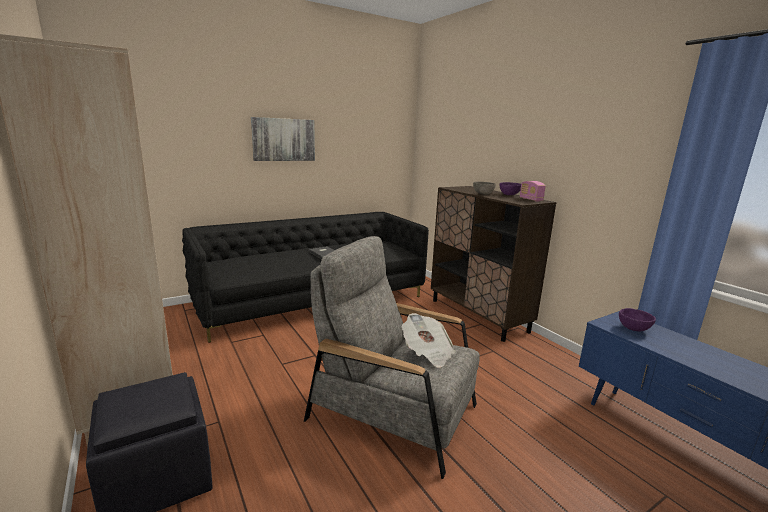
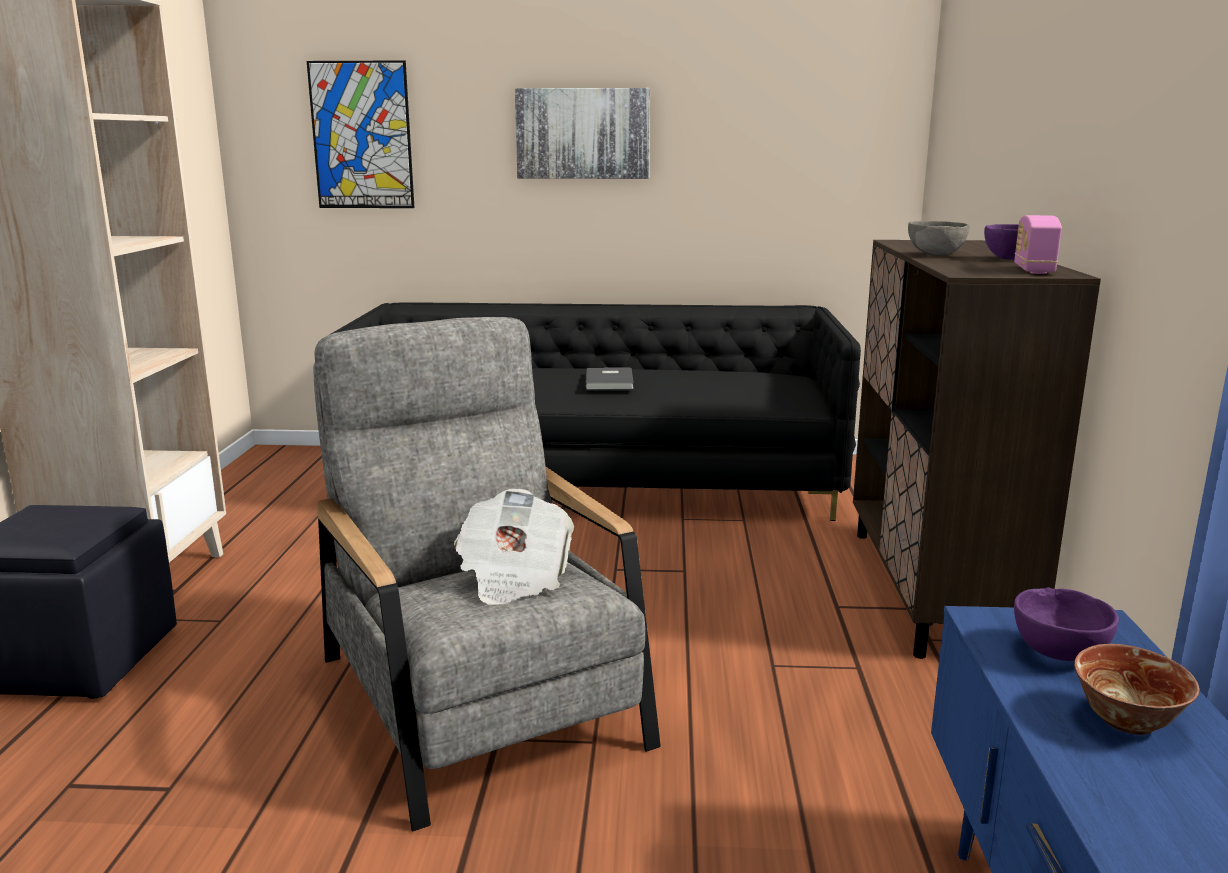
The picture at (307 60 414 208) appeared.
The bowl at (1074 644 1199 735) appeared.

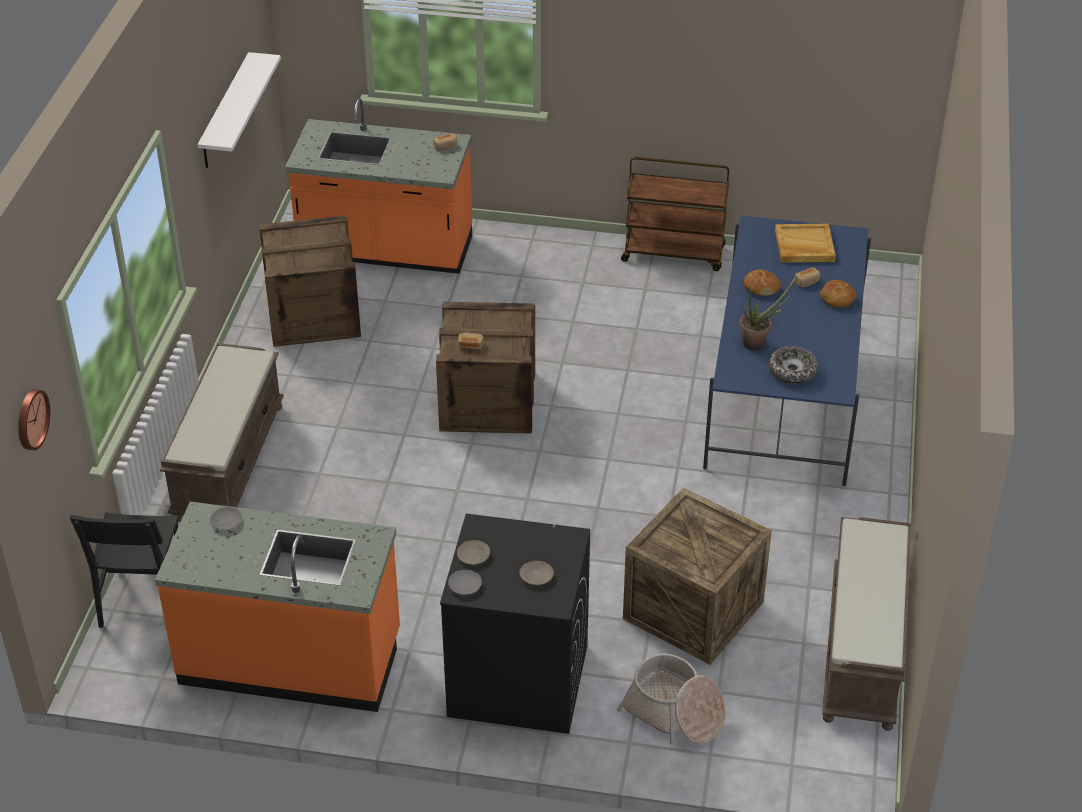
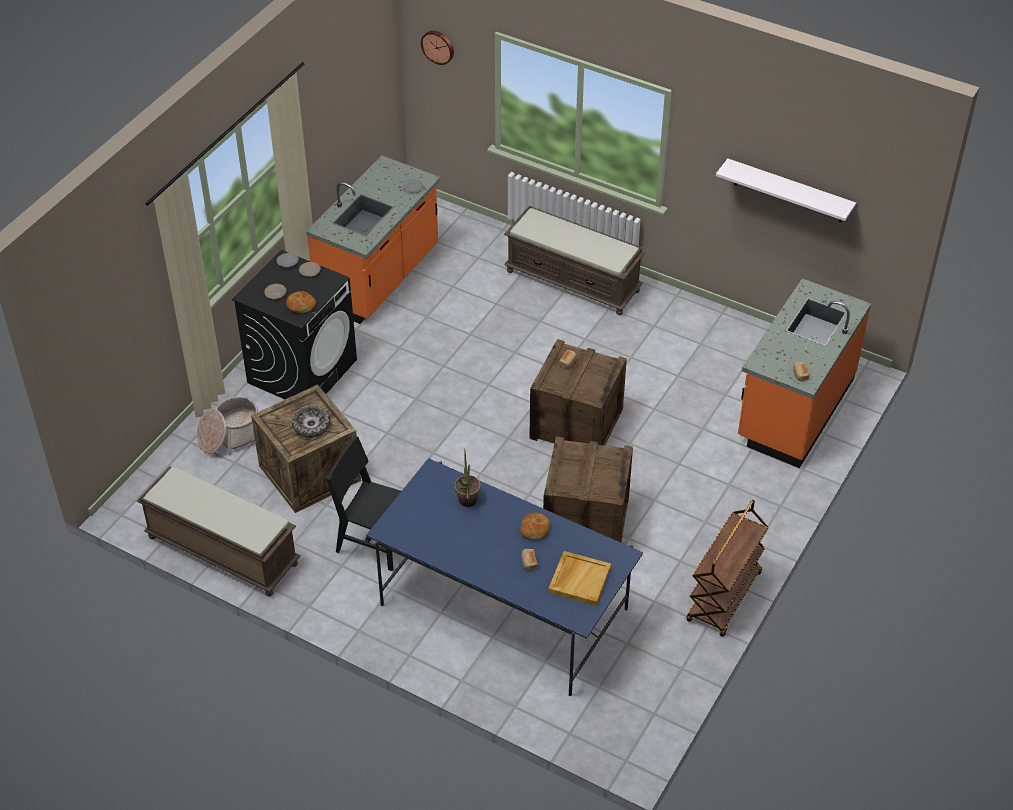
The crate moved from (259 216 361 347) to (543 437 633 542).
The bread moved from (820 280 856 308) to (286 291 316 313).
The bowl moved from (768 346 818 384) to (292 405 331 438).
The black chair moved from (70 512 179 628) to (326 436 401 571).

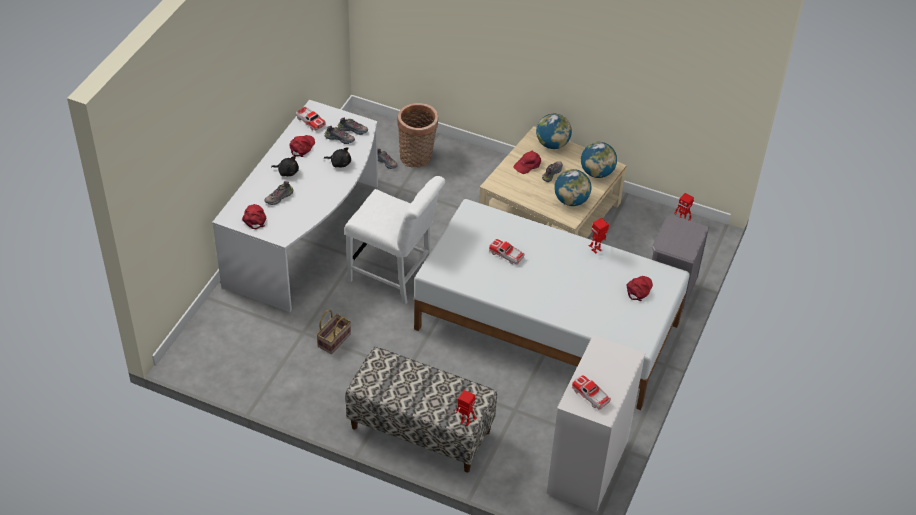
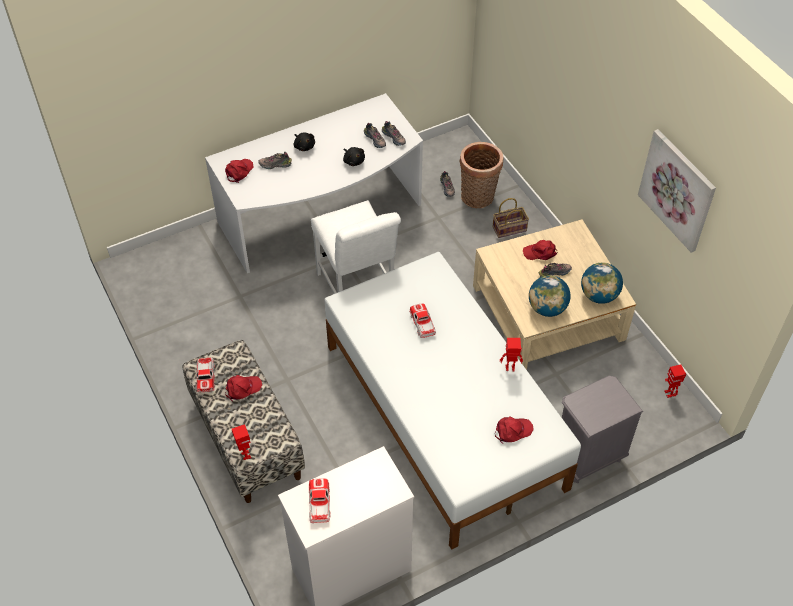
The toy car moved from (295 106 326 131) to (196 357 215 392).
The globe at (536 114 572 149) disappeared.
The red cap moved from (290 135 315 157) to (225 375 262 401).
The basket moved from (316 310 351 354) to (492 198 529 238).
The picture at (638 129 716 253) appeared.

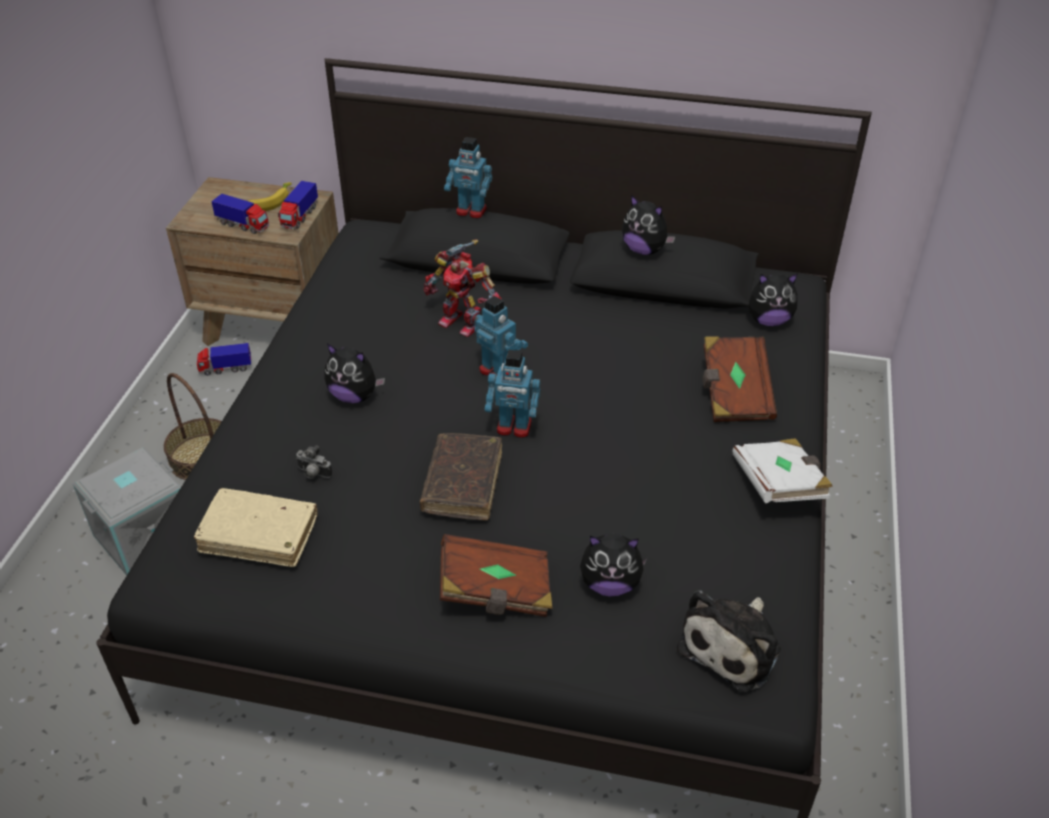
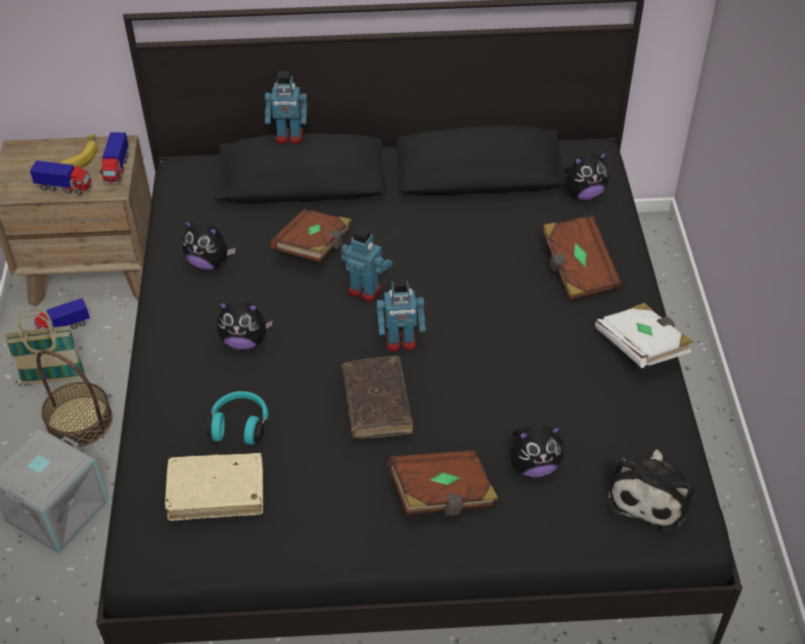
The plush toy moved from (622 195 676 255) to (182 219 236 270).
The toy robot at (423 240 502 337) was replaced by the brown book at (271 209 352 262).
The photo camera at (296 445 333 479) was replaced by the turquoise headphones at (206 391 268 445).
The basket at (4 309 86 385) appeared.

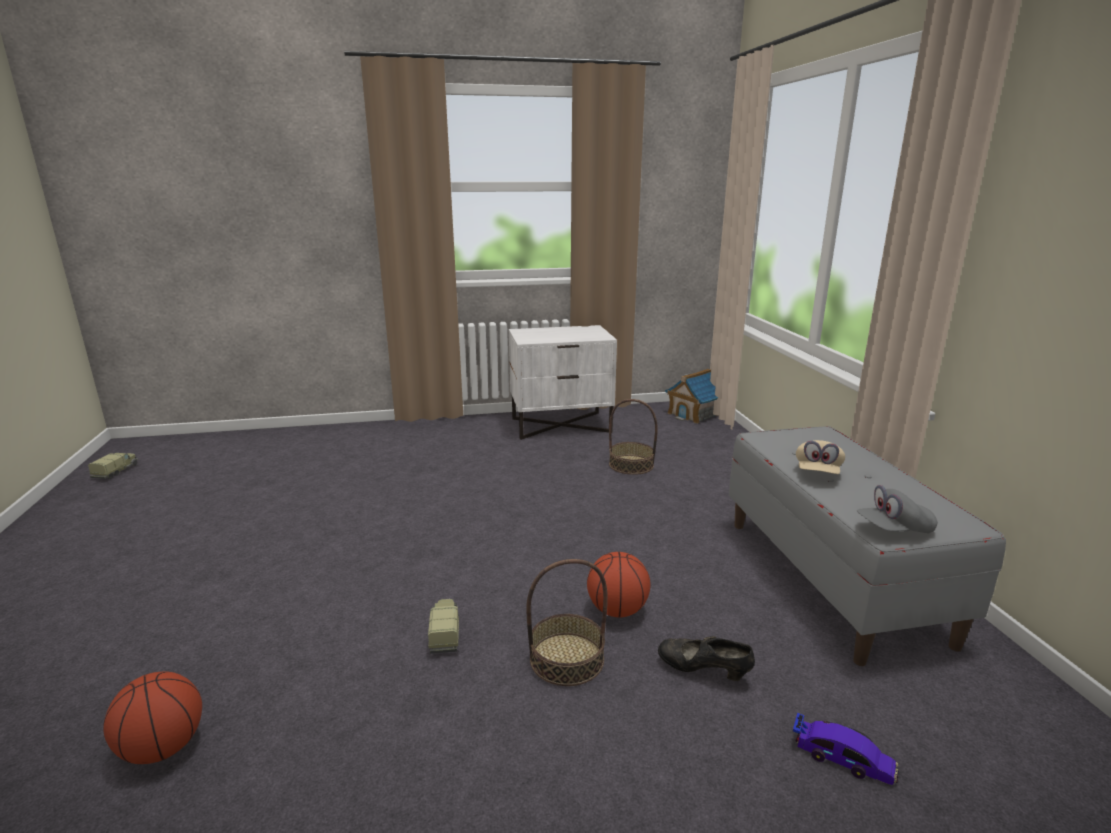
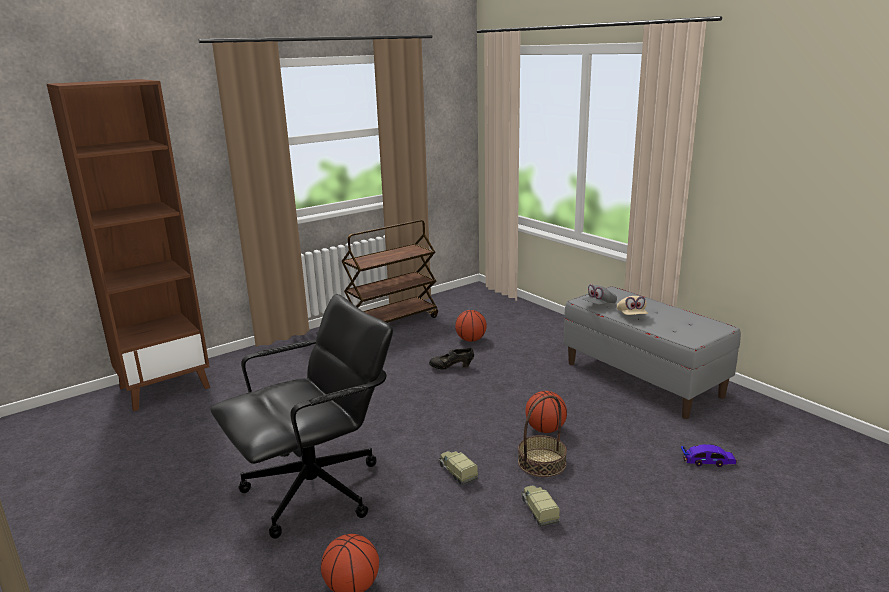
The white nightstand at (509 325 617 440) was replaced by the brown cart at (341 220 438 323).
The toy house at (665 368 718 424) disappeared.
The basket at (609 399 658 475) was replaced by the basketball at (455 310 487 342).
The toy truck moved from (88 453 138 479) to (521 485 560 527).
The grey cap moved from (857 485 938 533) to (583 284 617 305).
The black shoe moved from (658 636 755 681) to (429 348 474 369).
The brown bookcase at (47 79 210 411) appeared.
The black office chair at (210 294 393 539) appeared.

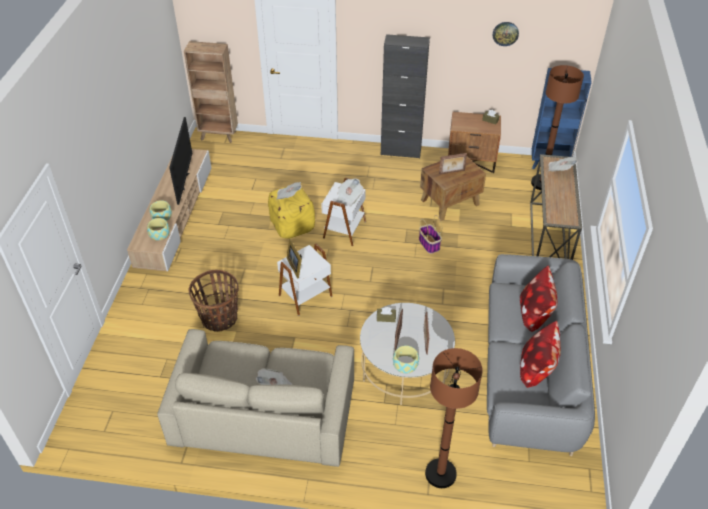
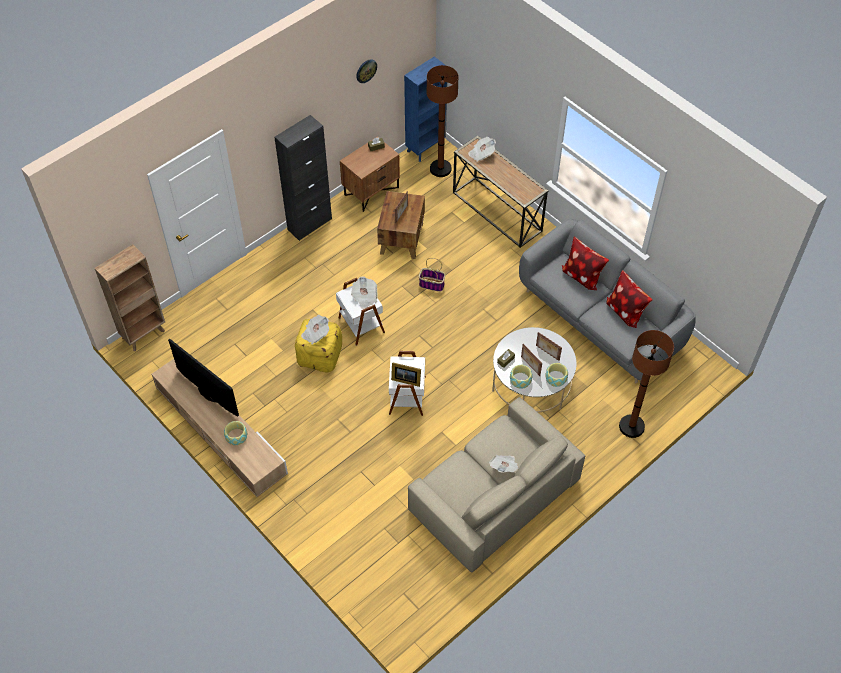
The bowl moved from (147 218 170 240) to (510 365 533 389).
The basket at (189 270 239 332) disappeared.

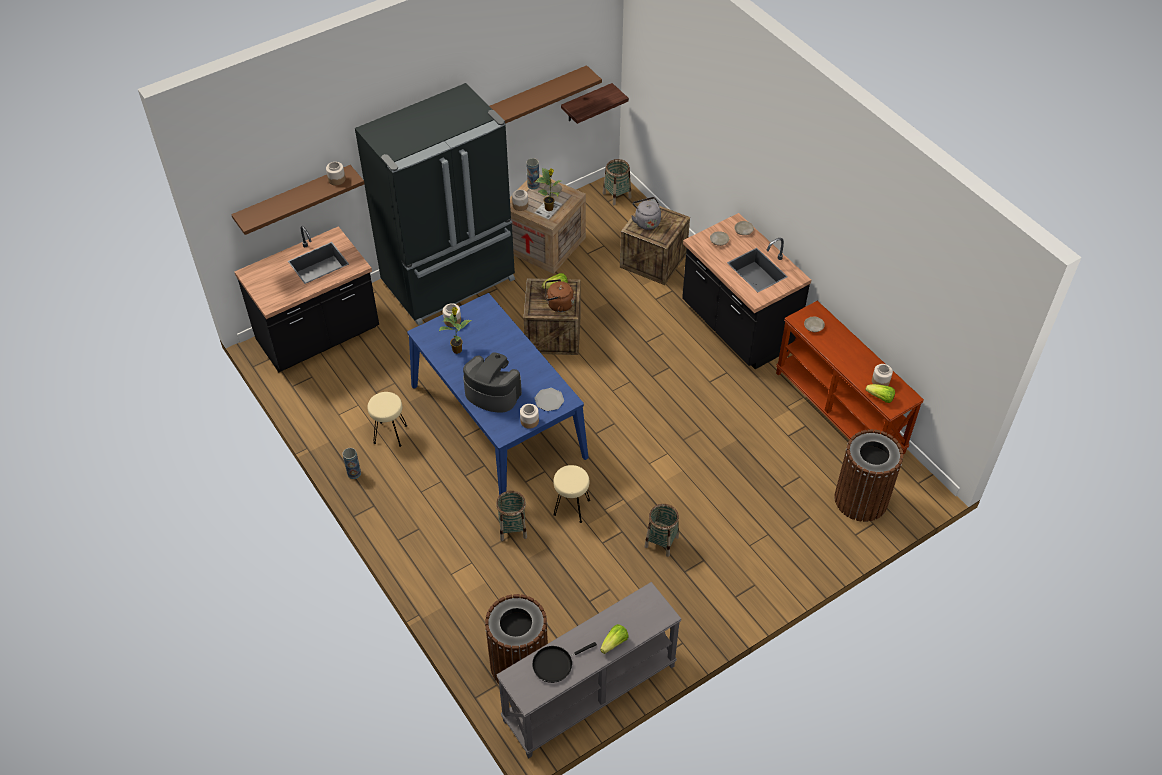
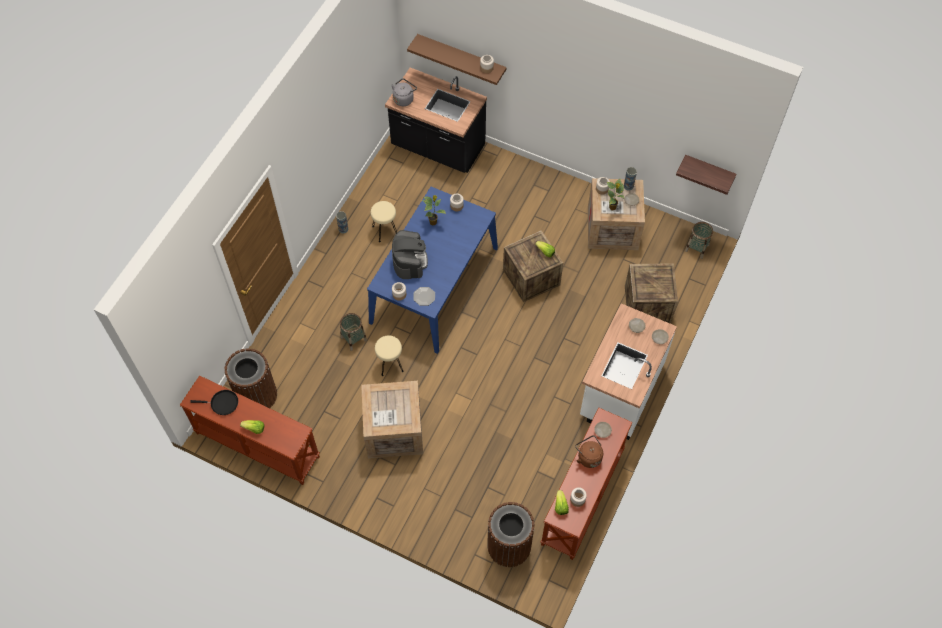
The brown shelf at (489 65 602 123) disappeared.
The black fridge at (355 83 515 326) disappeared.
The grey kettle moved from (631 197 661 230) to (391 78 417 106).
The black counter at (682 213 811 369) became the white counter at (580 303 677 440).
The brown kettle moved from (545 279 574 312) to (575 435 603 468).
The basket at (645 504 679 557) was replaced by the crate at (361 381 423 459).
The grey console table at (496 582 681 758) became the brown console table at (180 376 320 485).
The black frying pan at (532 642 597 683) turned 150 degrees clockwise.

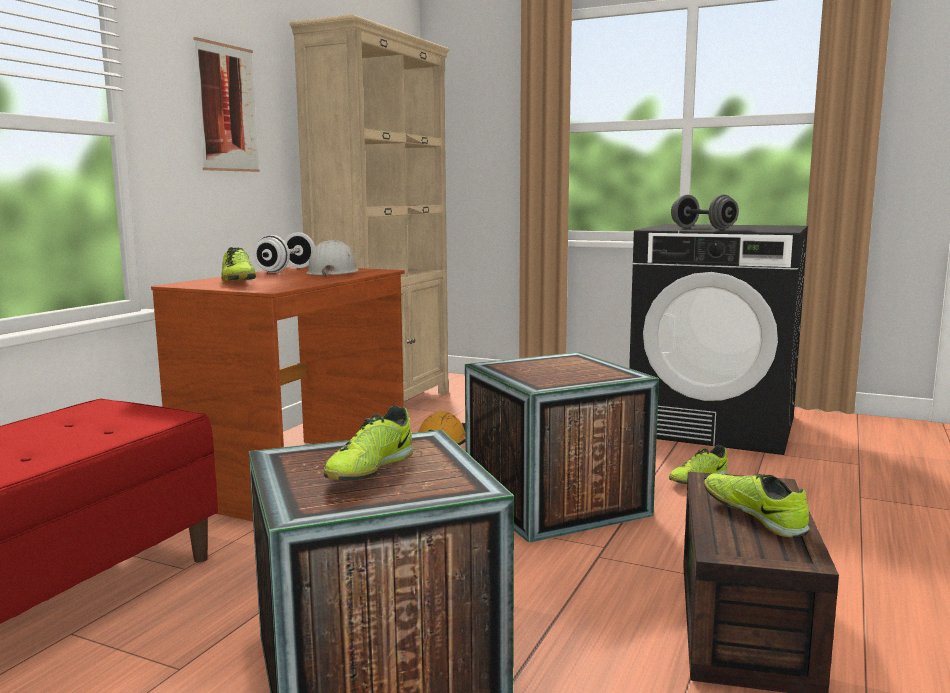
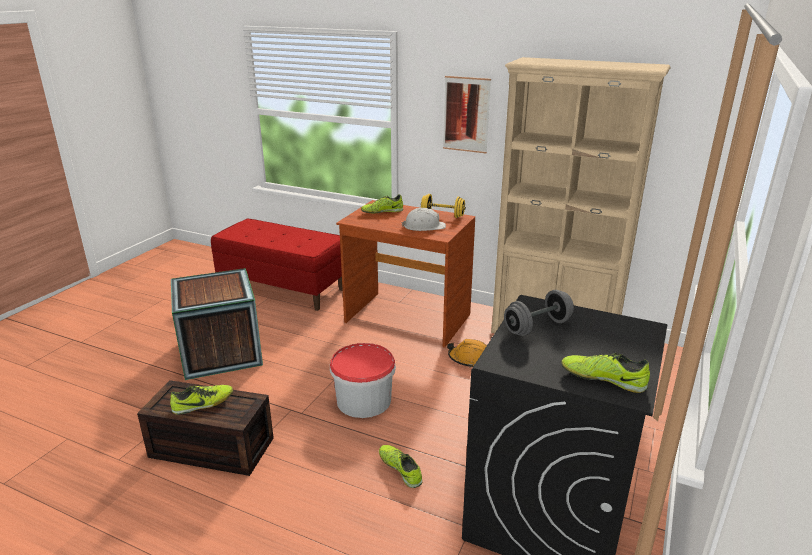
The white dumbbell at (254 232 315 273) became the yellow dumbbell at (421 194 466 218).
The crate at (465 352 659 543) was replaced by the bucket at (330 343 396 418).
The shoe moved from (324 406 413 481) to (561 353 650 393).

